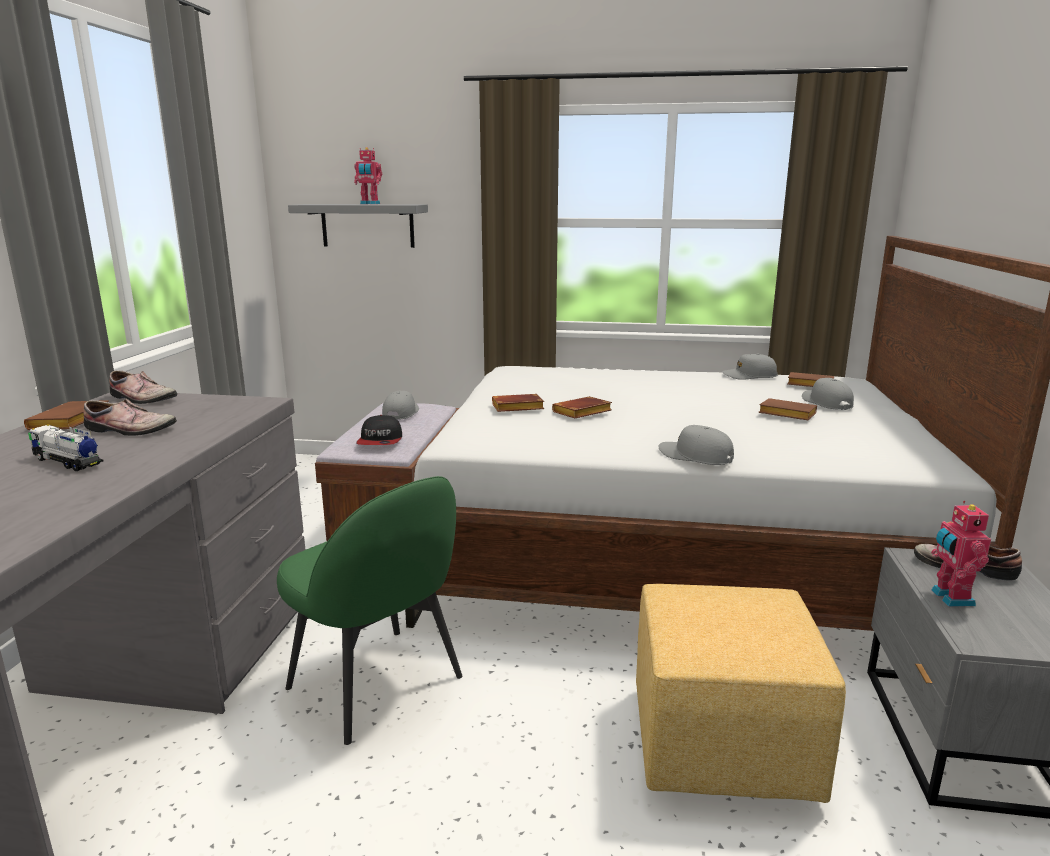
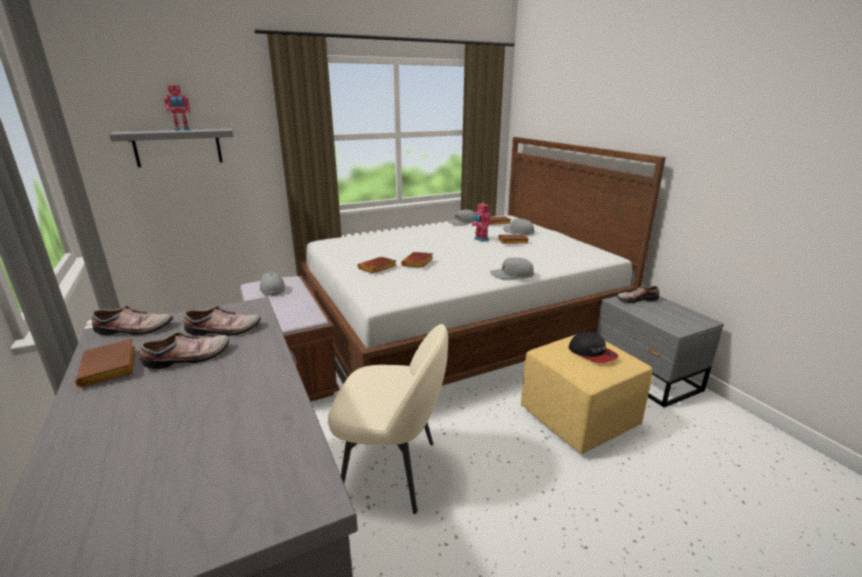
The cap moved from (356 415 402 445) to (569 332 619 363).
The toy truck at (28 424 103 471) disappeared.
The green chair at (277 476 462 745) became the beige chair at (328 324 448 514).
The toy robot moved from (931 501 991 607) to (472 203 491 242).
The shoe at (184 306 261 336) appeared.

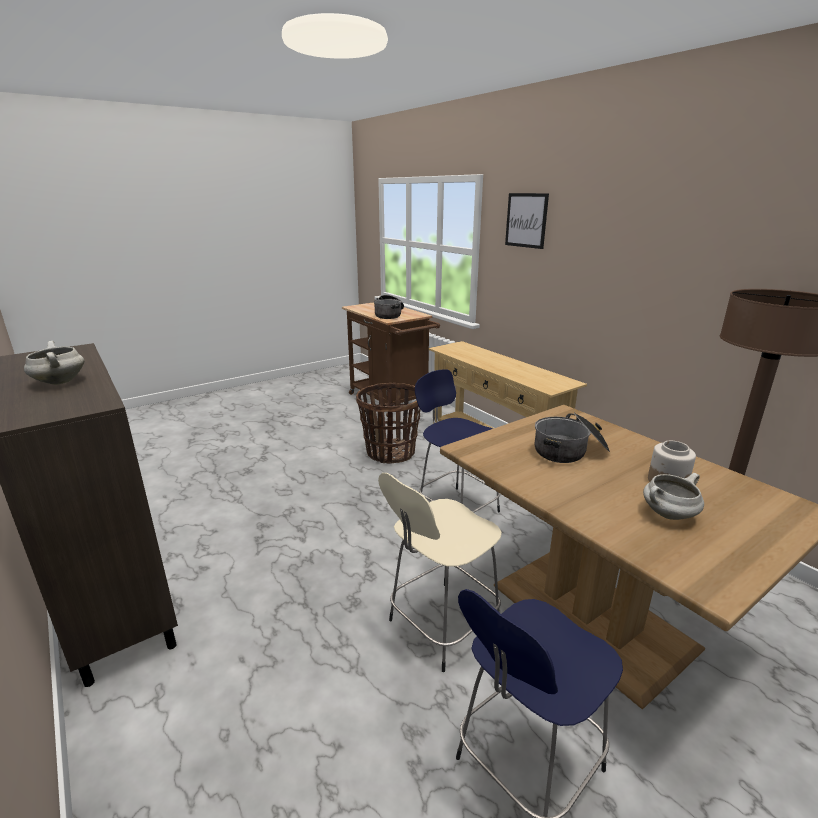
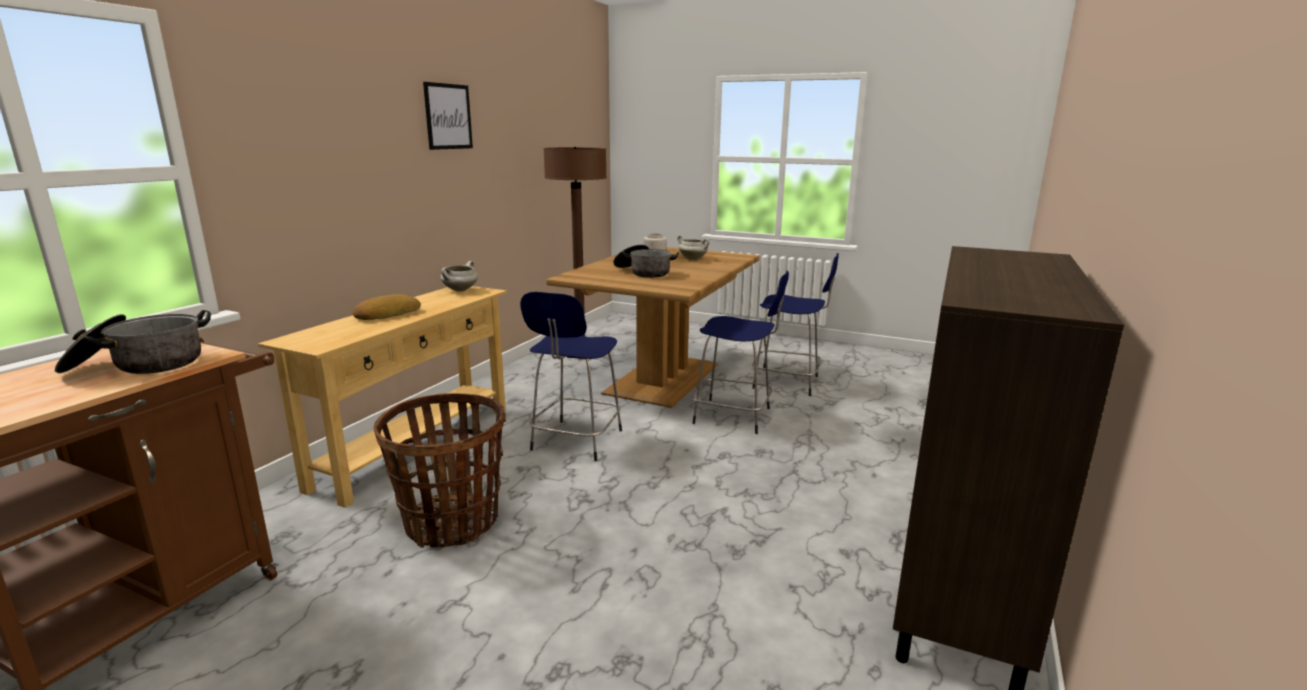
The picture moved from (505 193 549 249) to (423 82 473 150).
The white cooking pot moved from (24 341 84 385) to (441 261 478 292).
The beige stool at (378 473 502 672) became the blue stool at (692 270 789 434).
The bread at (353 294 421 320) appeared.

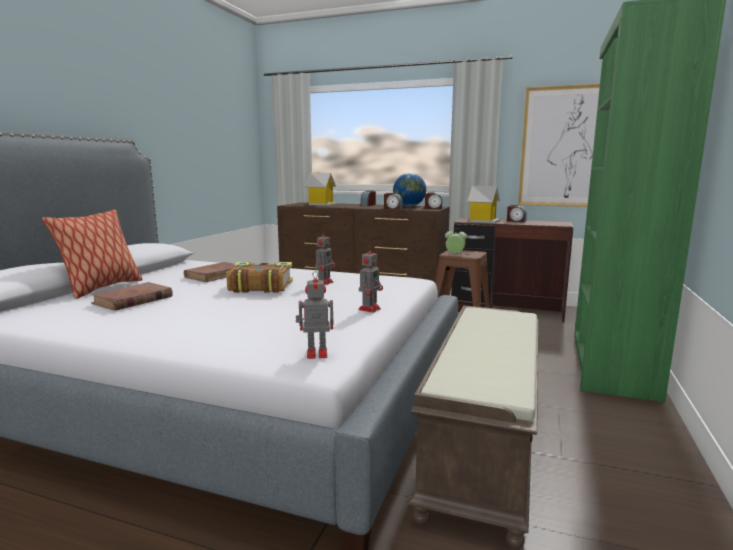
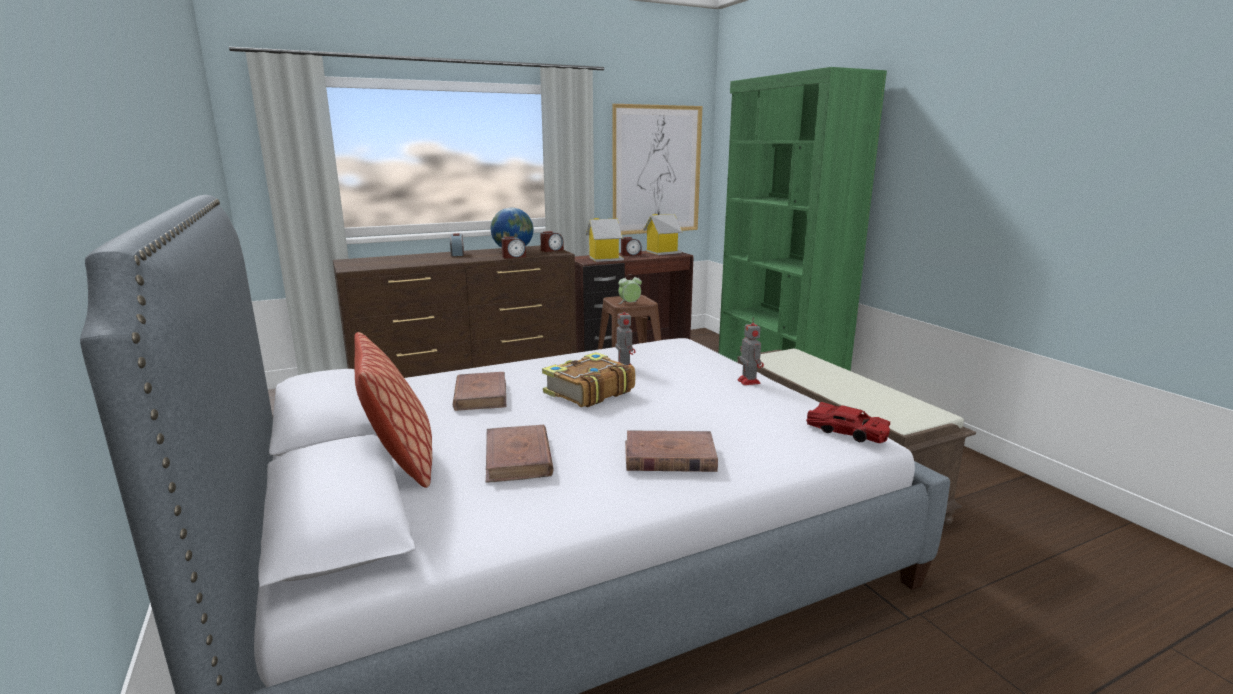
The toy house moved from (305 172 337 206) to (643 214 682 255).
The toy robot at (296 271 334 359) was replaced by the red toy car at (806 402 890 443).
The brown book at (625 430 718 472) appeared.

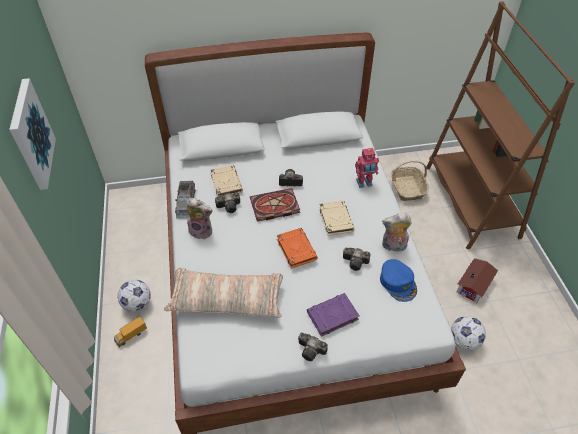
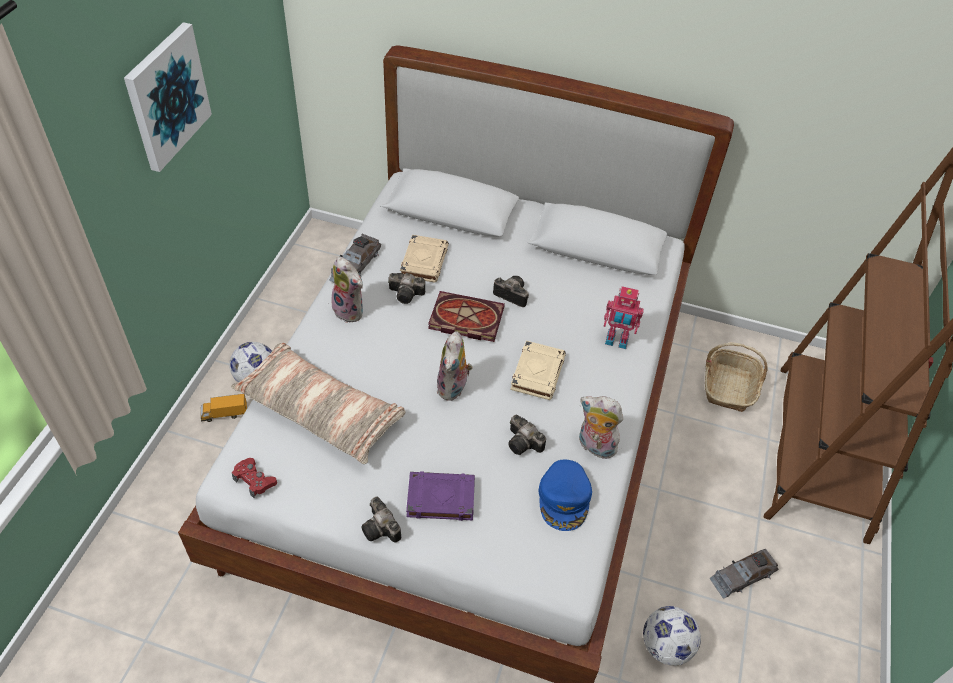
The orange book at (277 228 318 269) was replaced by the plush toy at (437 331 472 401).
The toy house at (456 258 498 303) was replaced by the grey toy car at (709 548 778 599).
The red game controller at (232 458 277 498) appeared.

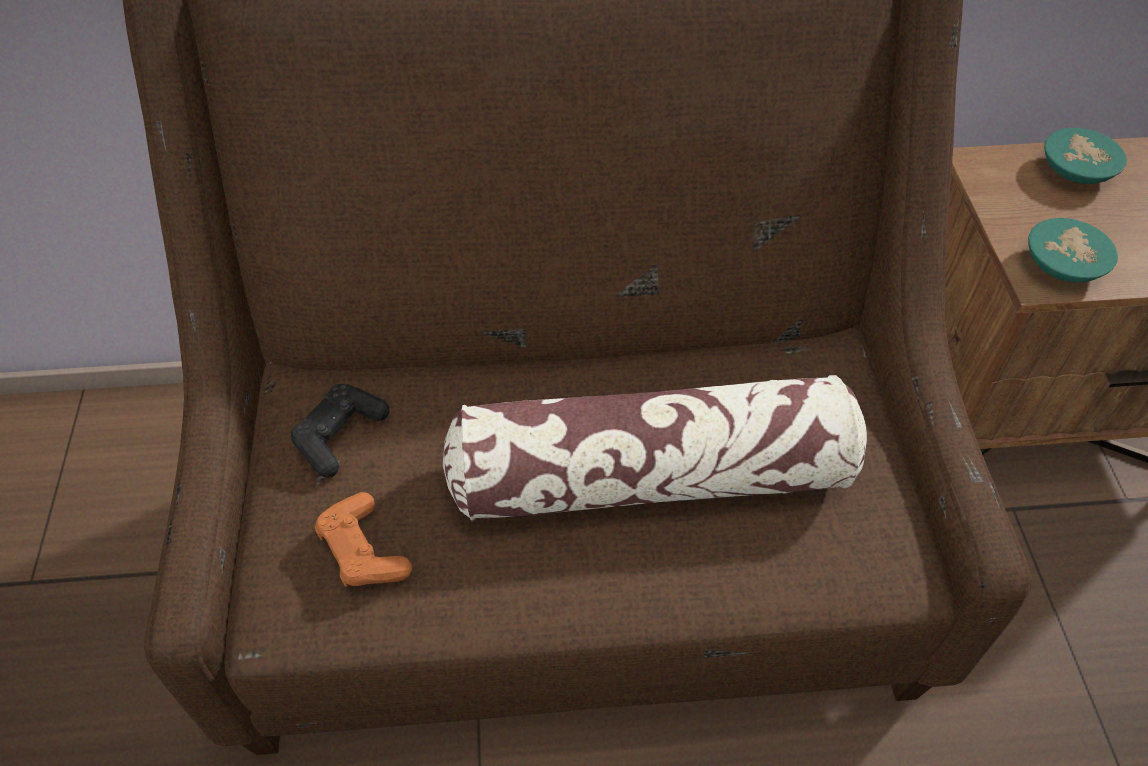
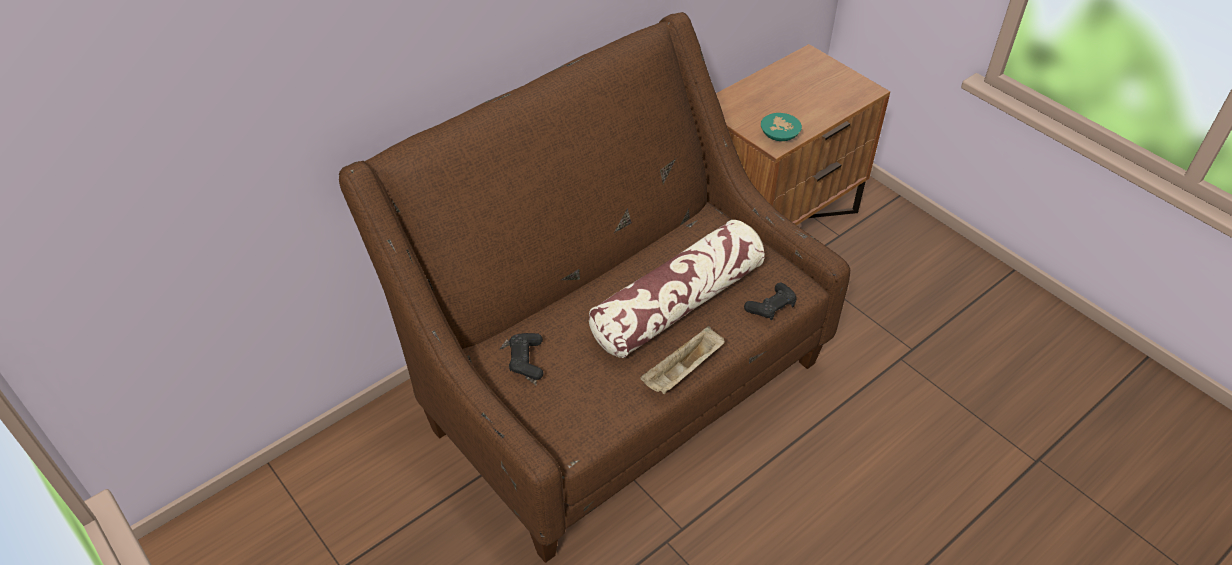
The turquoise bowl at (1044 128 1127 184) disappeared.
The orange game controller at (315 492 412 587) disappeared.
The black game controller at (744 283 797 321) appeared.
The beige tray at (640 326 725 394) appeared.

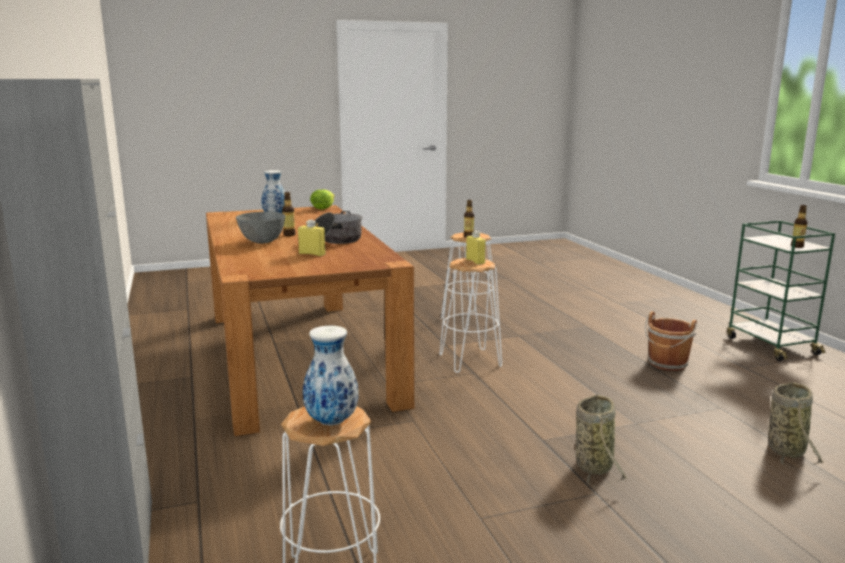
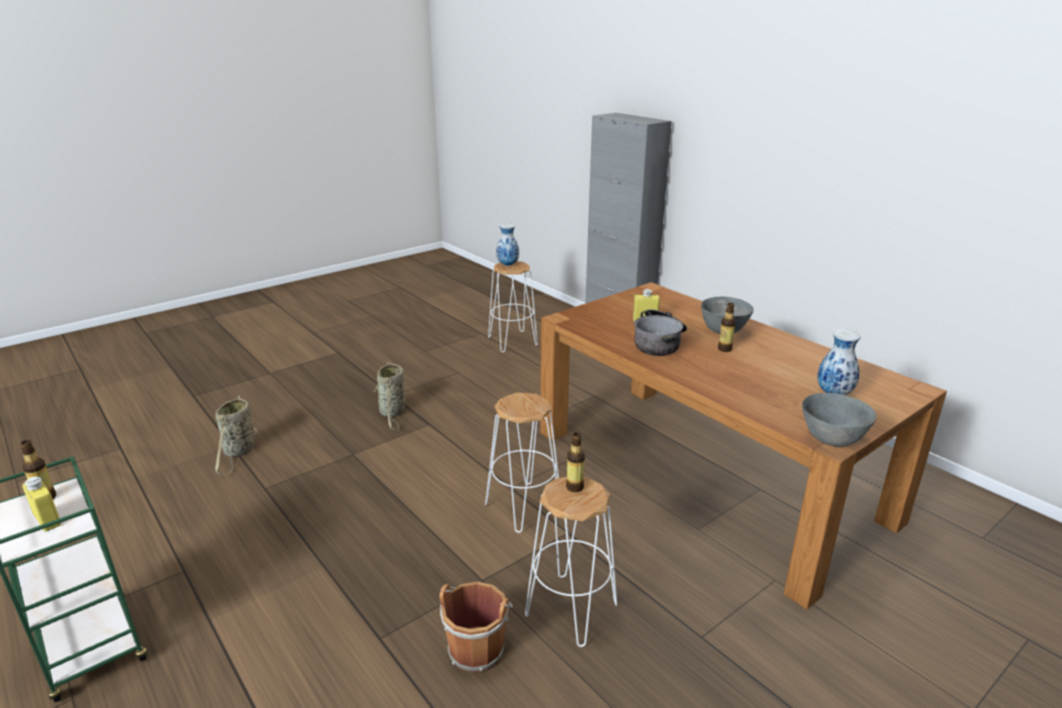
The lettuce at (310 189 335 210) was replaced by the grey bowl at (802 393 876 447).
The yellow bottle moved from (466 231 486 265) to (22 477 61 531).
The brown bucket moved from (645 311 697 371) to (439 582 513 673).

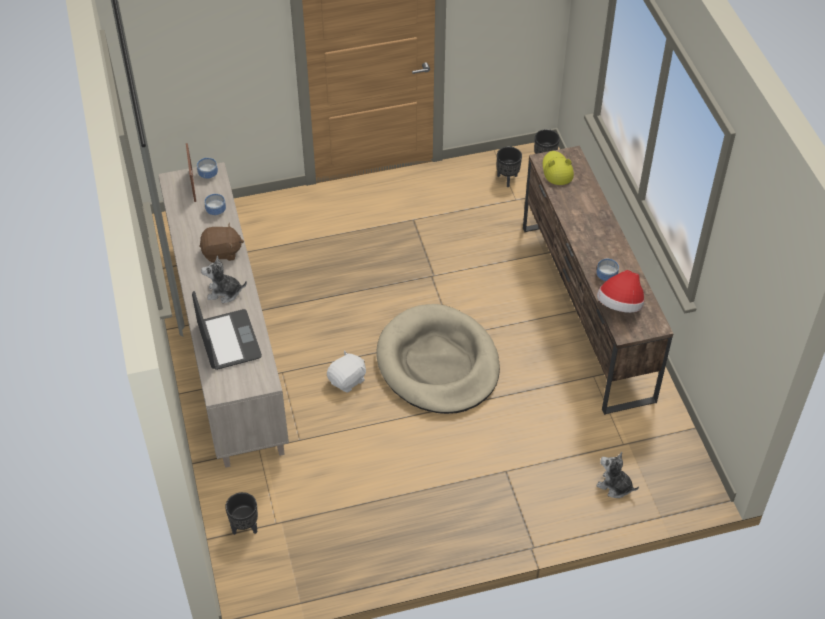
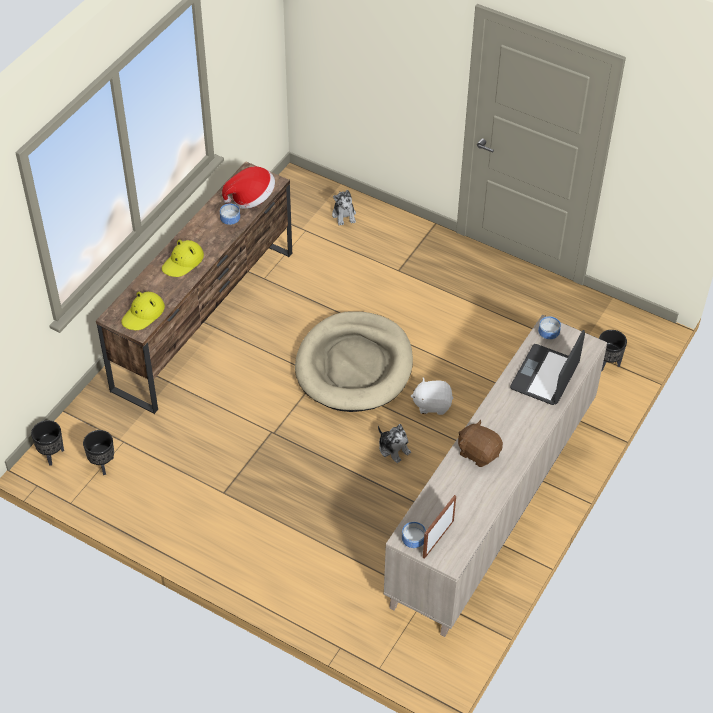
The bowl moved from (205 194 226 215) to (538 316 561 339).
The plush toy moved from (201 256 247 303) to (378 424 411 463).
The yellow hat at (162 240 204 277) appeared.

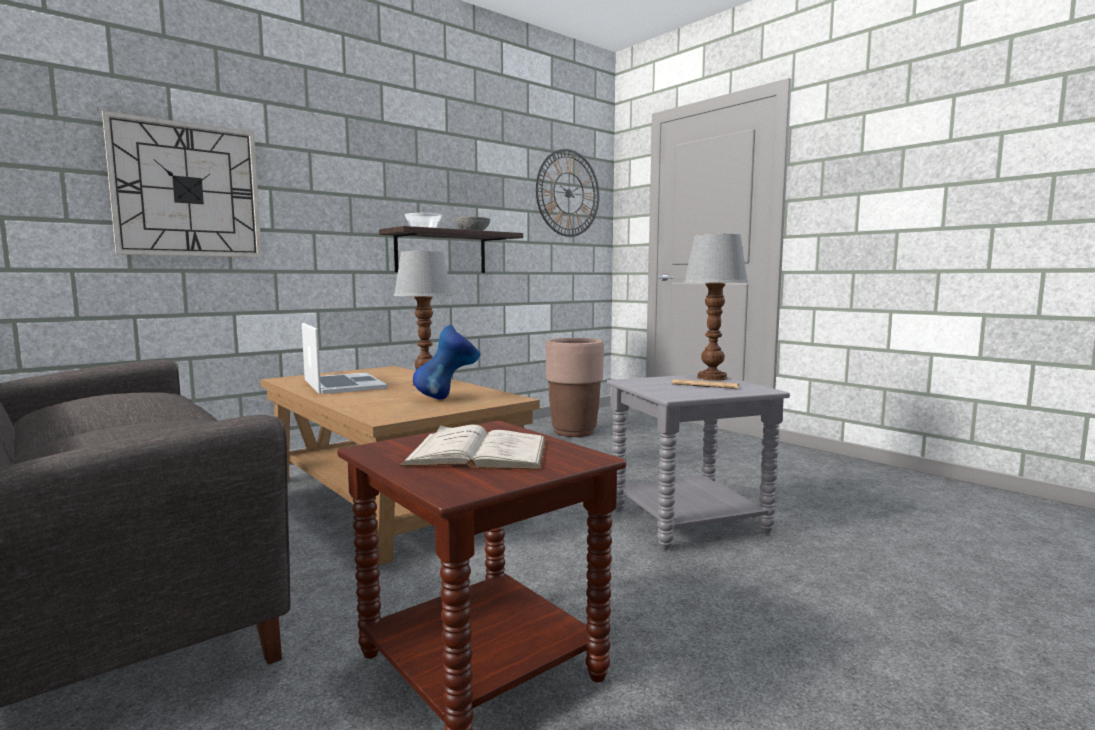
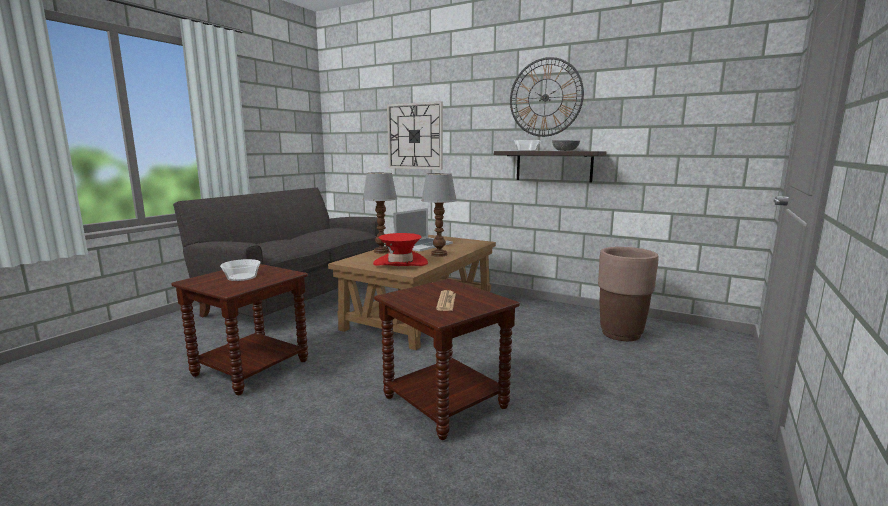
The wall clock moved from (536 149 599 237) to (510 57 584 137).
The table lamp moved from (684 234 748 381) to (363 172 397 254).
The blue vase at (413 325 481 400) was replaced by the red hat at (373 233 428 266).
The grey side table at (607 375 790 550) became the brown side table at (374 279 520 440).
The white book at (399 424 547 470) was replaced by the bowl at (220 259 260 281).

